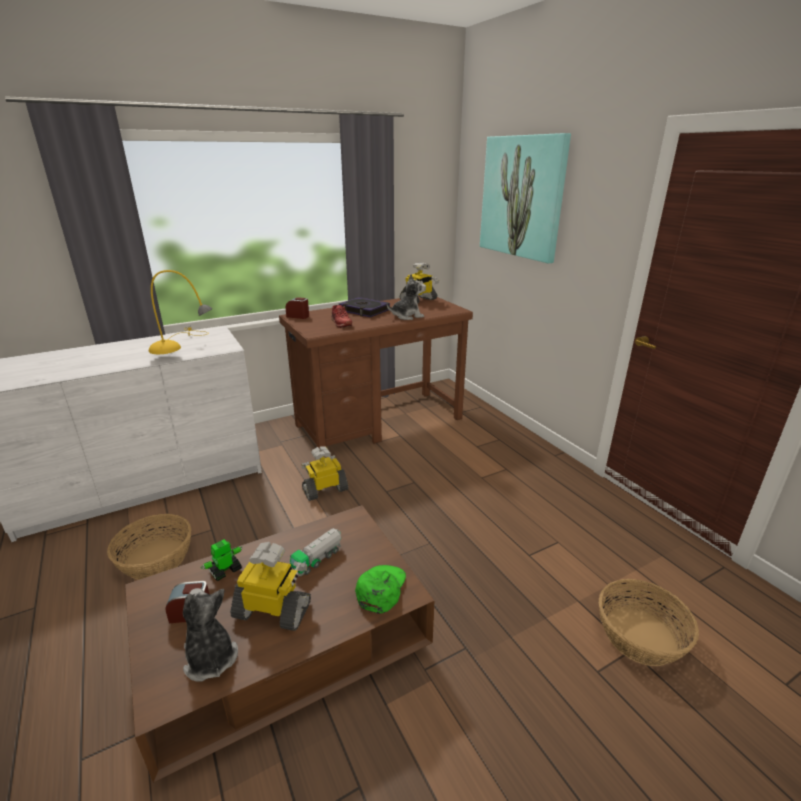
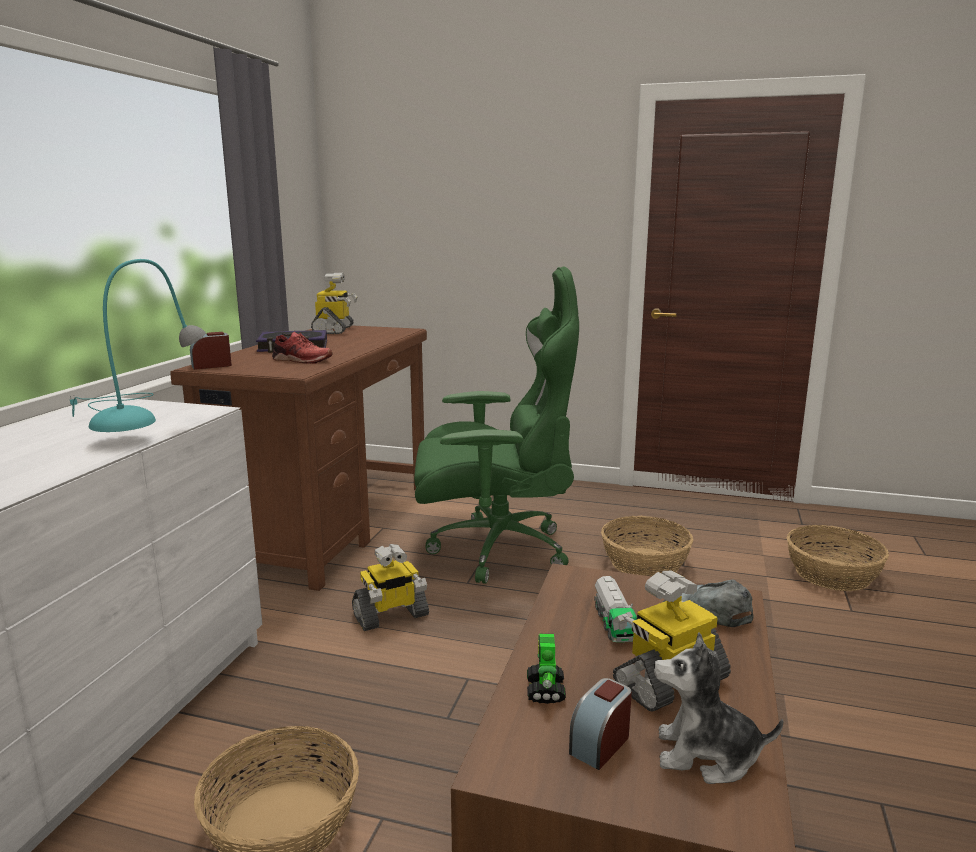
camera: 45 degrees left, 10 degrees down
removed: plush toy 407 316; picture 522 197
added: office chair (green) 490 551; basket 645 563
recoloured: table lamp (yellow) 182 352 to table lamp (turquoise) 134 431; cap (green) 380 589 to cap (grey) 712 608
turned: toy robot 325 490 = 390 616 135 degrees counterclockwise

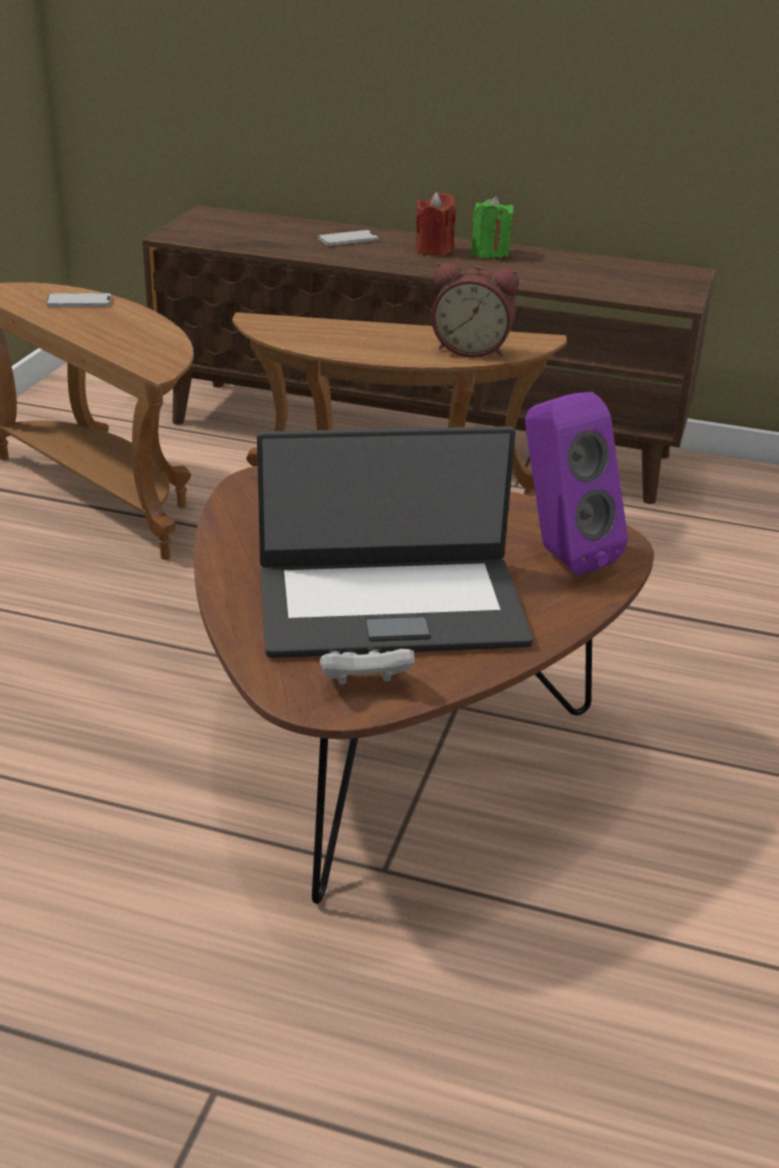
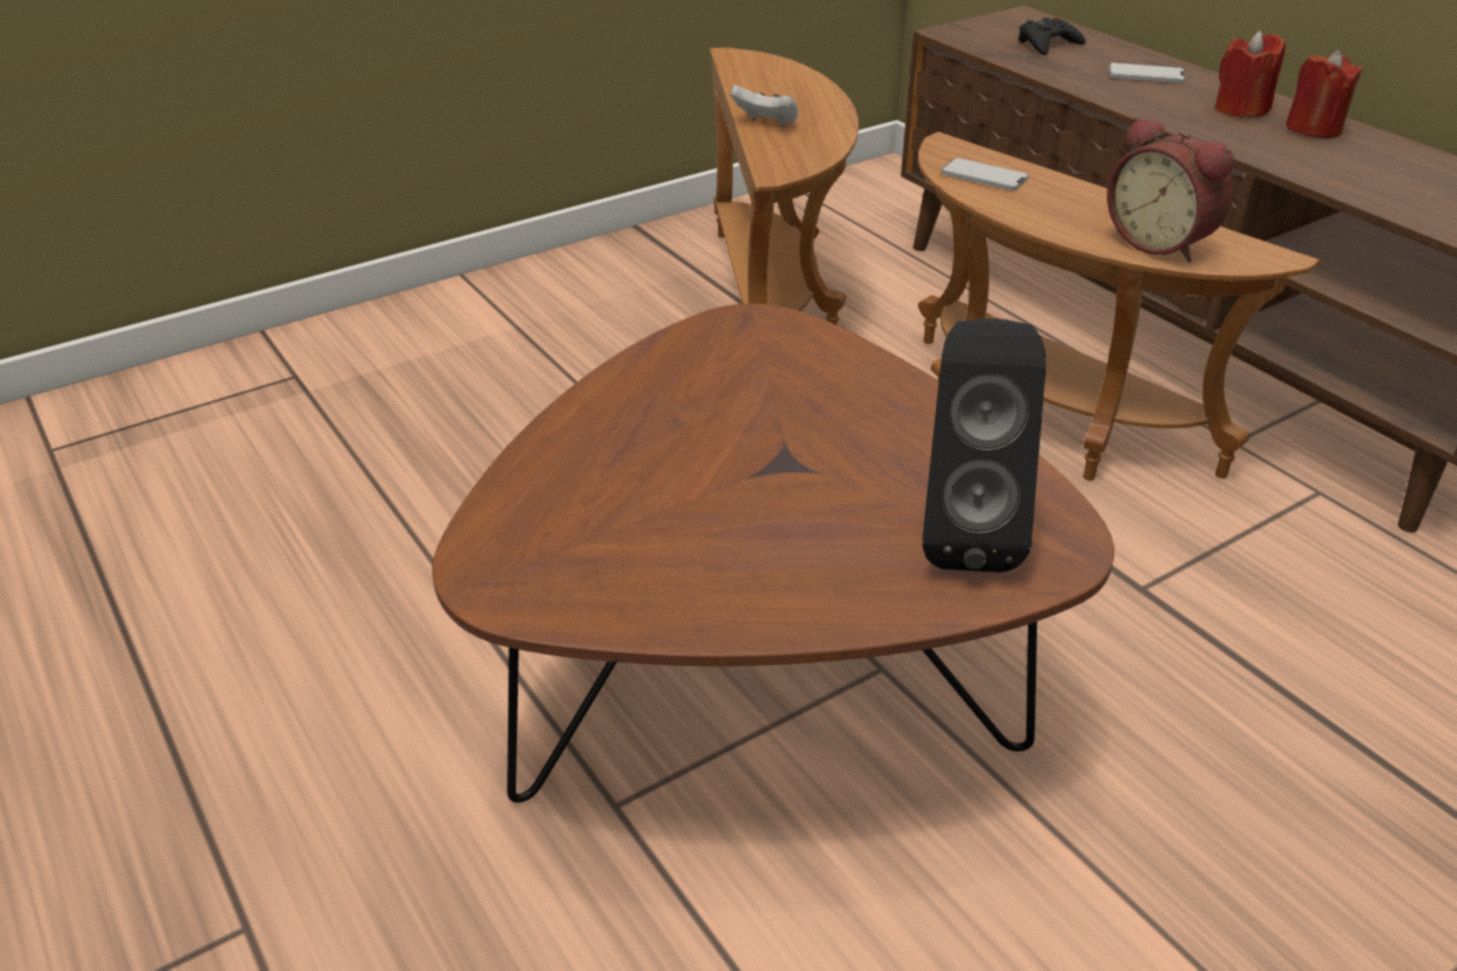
camera: 40 degrees right, 5 degrees up
removed: laptop 390 605
added: game controller (black) 1048 44
moved: phone 79 302 to 984 176; game controller (white) 364 684 to 766 123
recoloured: candle (green) 490 253 to candle (red) 1313 129; speaker (purple) 560 555 to speaker (black) 965 534

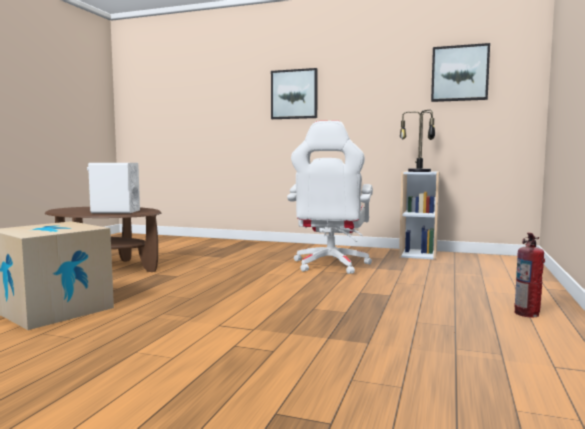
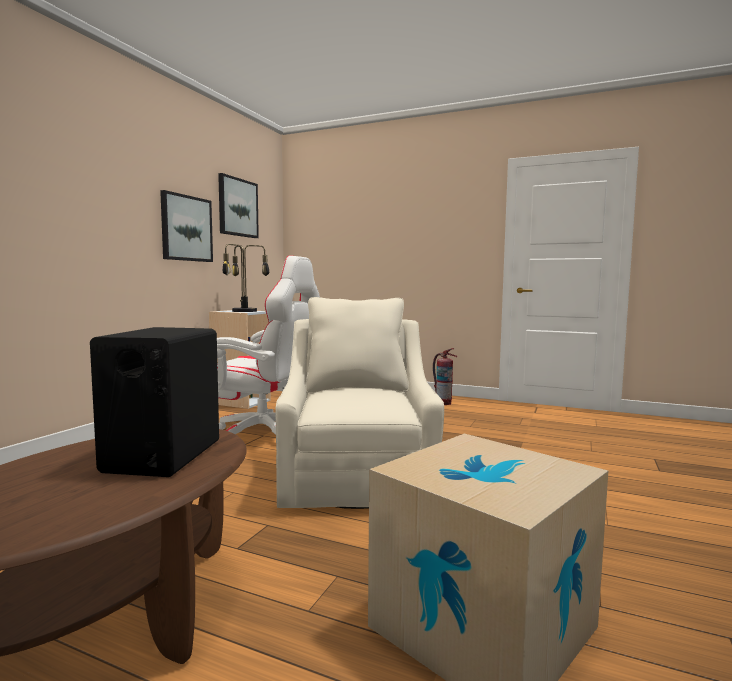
camera: 85 degrees left, 0 degrees up
added: armchair (beige) 357 476
moved: picture 294 94 to 186 228
recoloured: speaker (white) 115 211 to speaker (black) 163 456

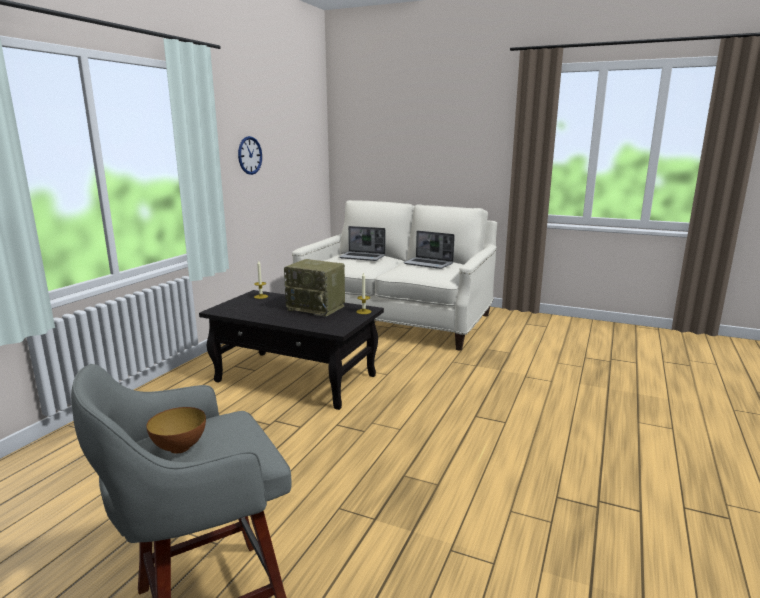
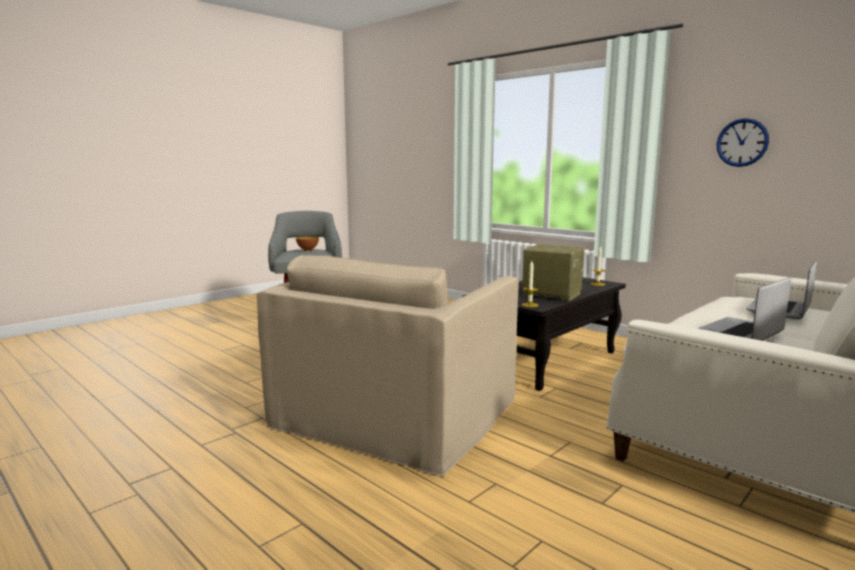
camera: 110 degrees right, 5 degrees down
added: armchair (beige) 396 411
turned: radio 317 308 = 550 294 75 degrees clockwise

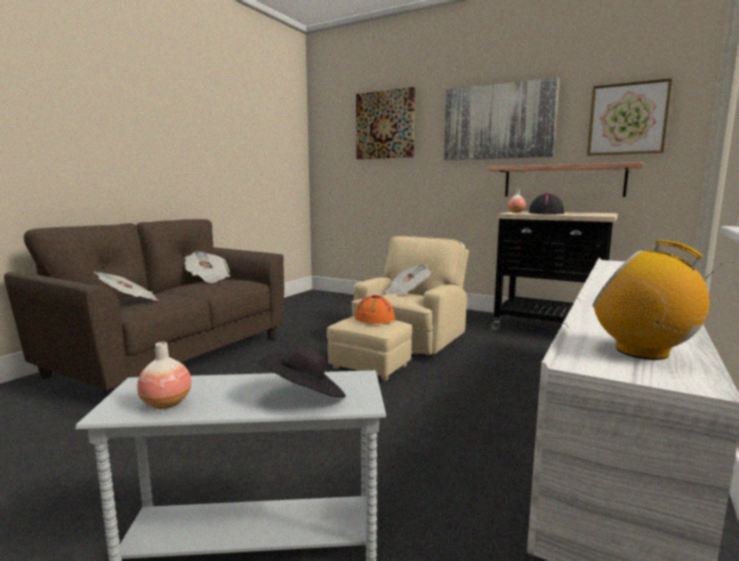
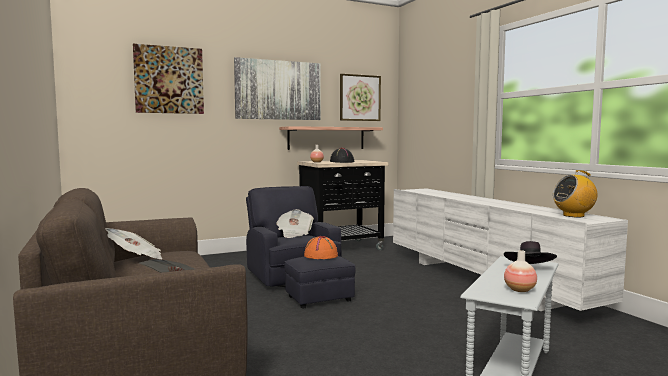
camera: 55 degrees left, 5 degrees down
recoloured: armchair (beige) 402 346 to armchair (black) 298 281

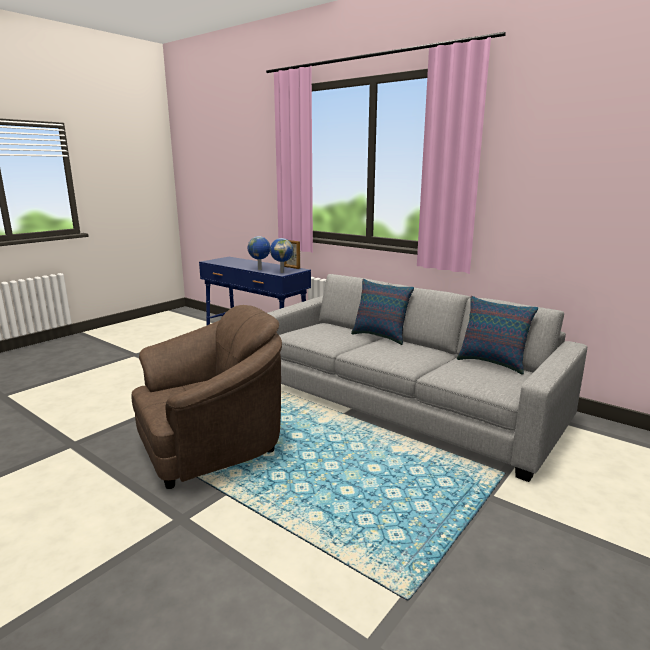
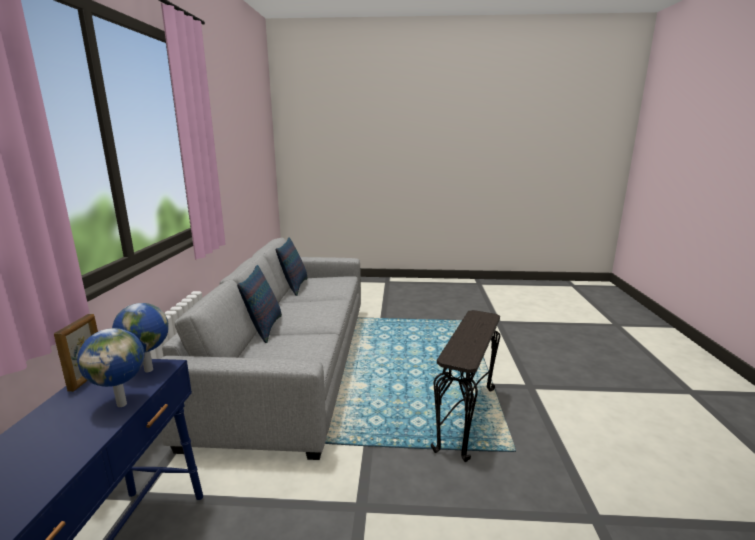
camera: 125 degrees left, 0 degrees up
replaced: armchair (brown) 211 448 to side table (black) 465 418

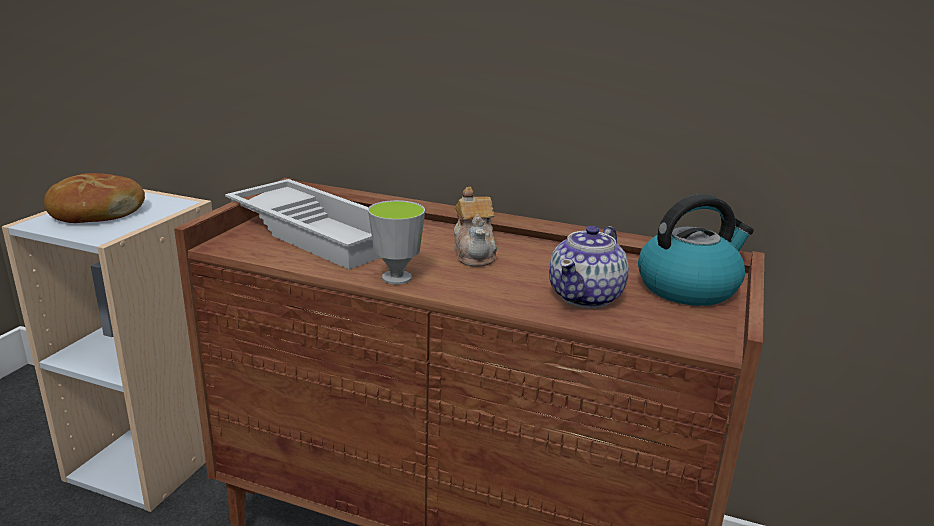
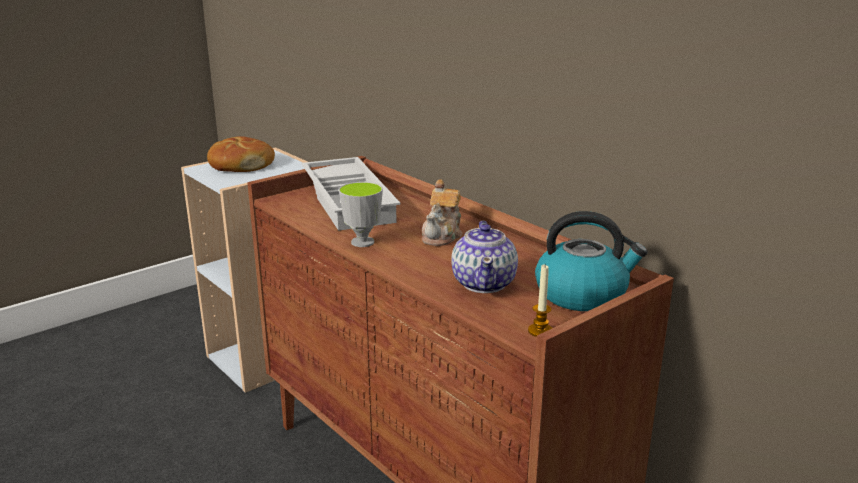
camera: 30 degrees right, 0 degrees up
added: candle 540 331
turned: teapot 586 296 = 484 283 60 degrees counterclockwise

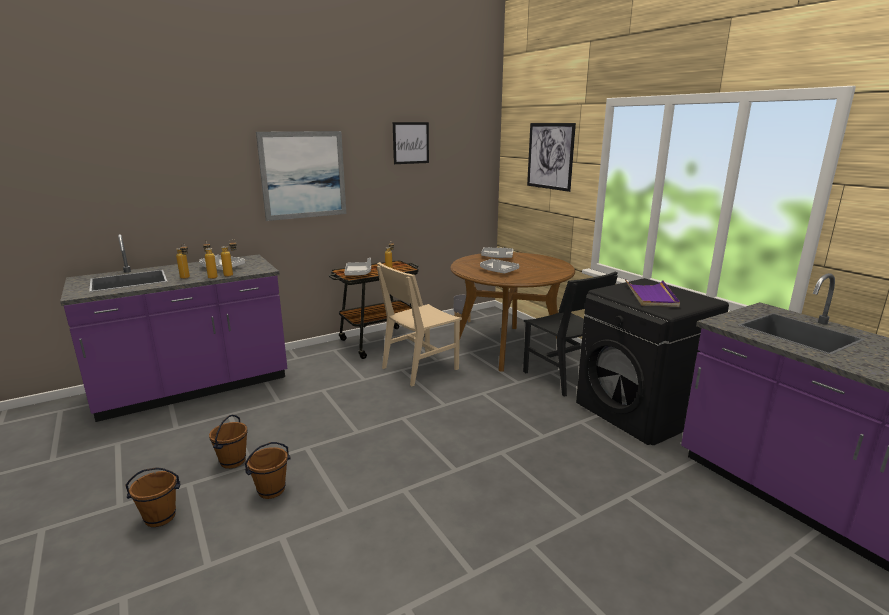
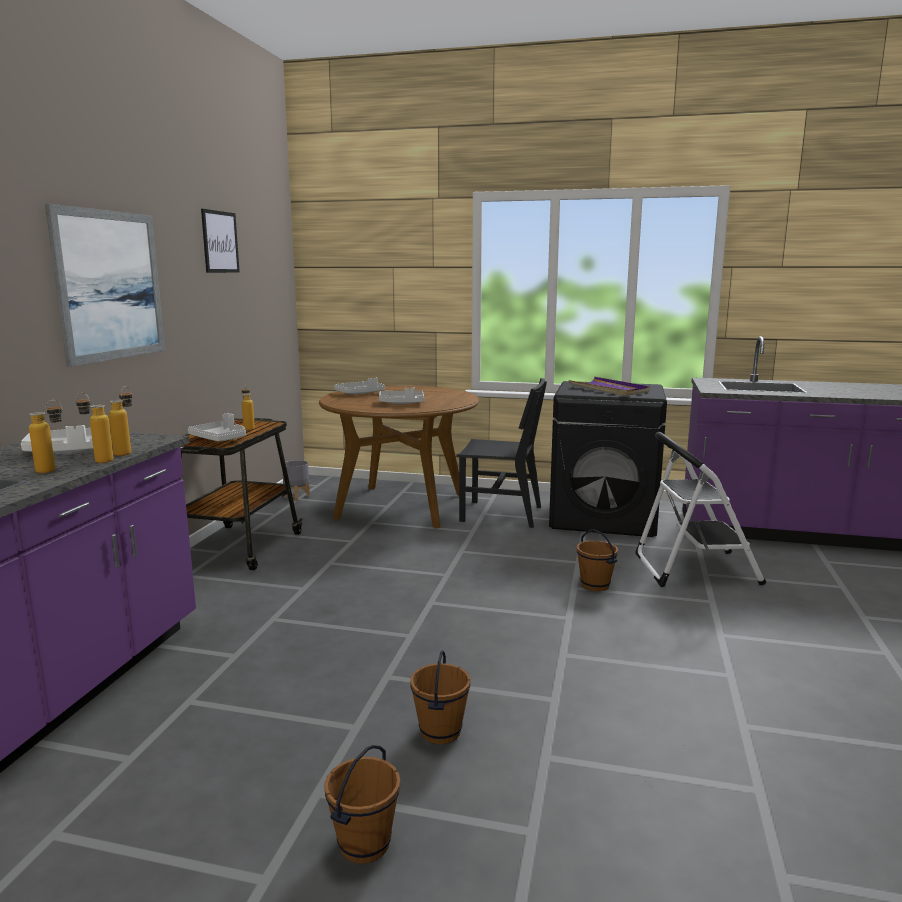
camera: 45 degrees left, 5 degrees down
removed: chair (beige) 420 368; picture 550 156
added: step ladder 692 568
moved: bucket (brown) 232 461 to 594 586

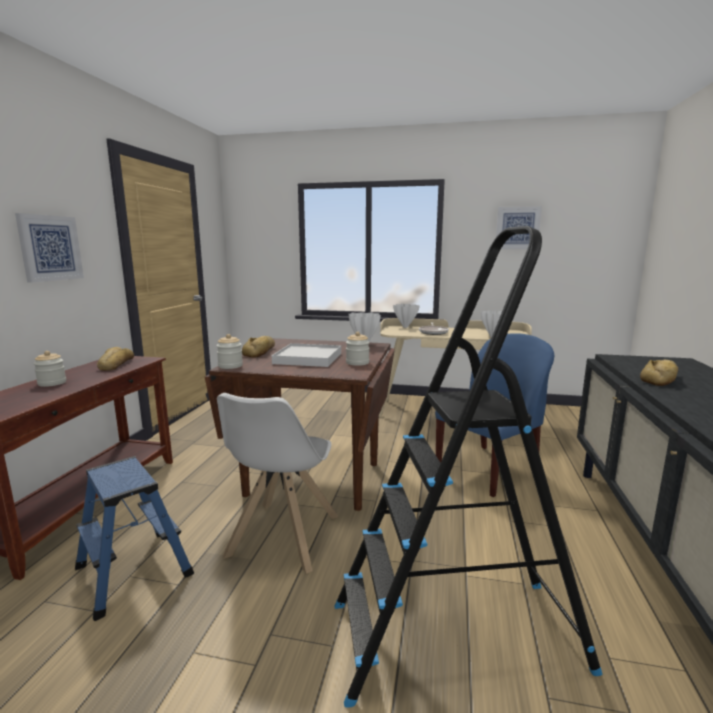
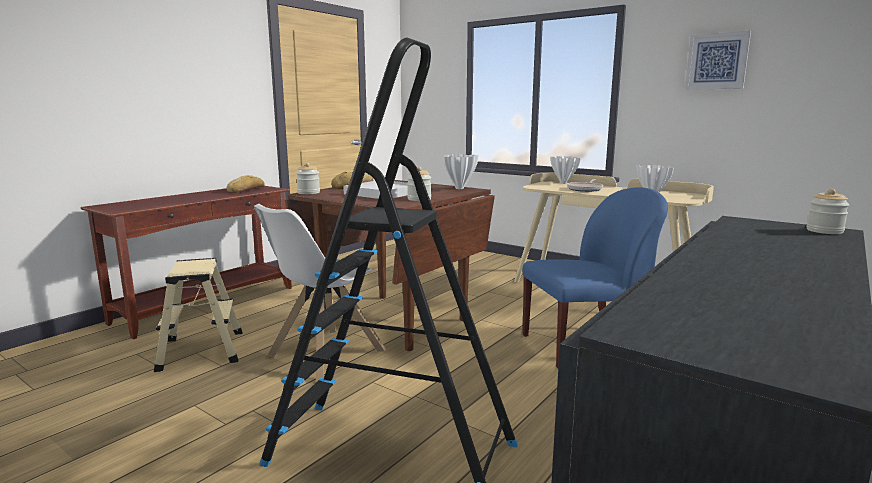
camera: 25 degrees right, 0 degrees up
removed: picture 50 248; bread 661 378
moved: jar 52 383 to 824 231
recoloured: step ladder (blue) 134 570 to step ladder (beige) 201 350

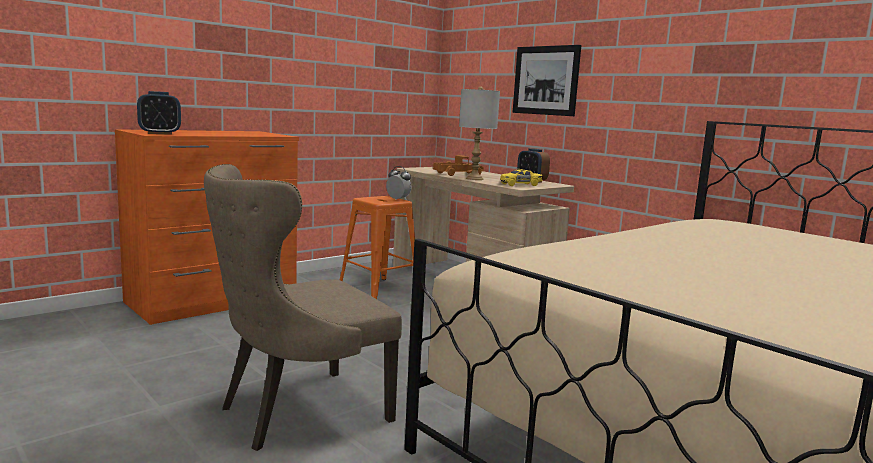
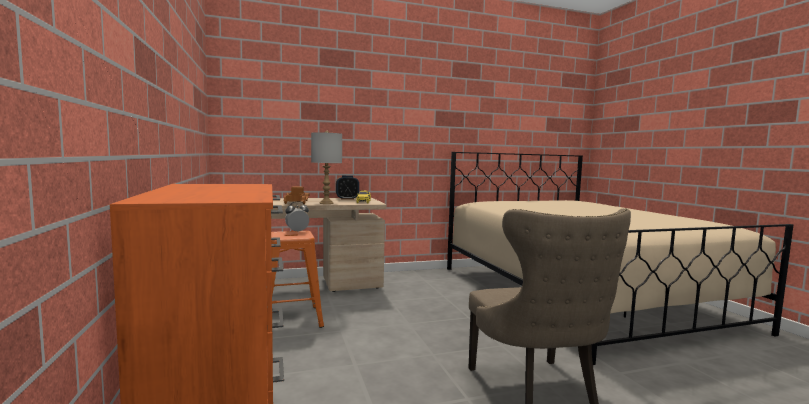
camera: 65 degrees left, 5 degrees down
removed: alarm clock 159 133; picture 545 80

